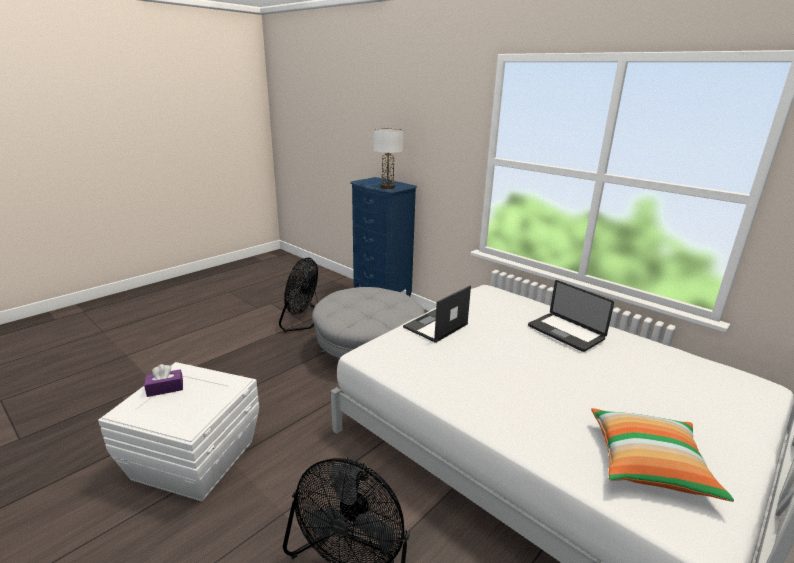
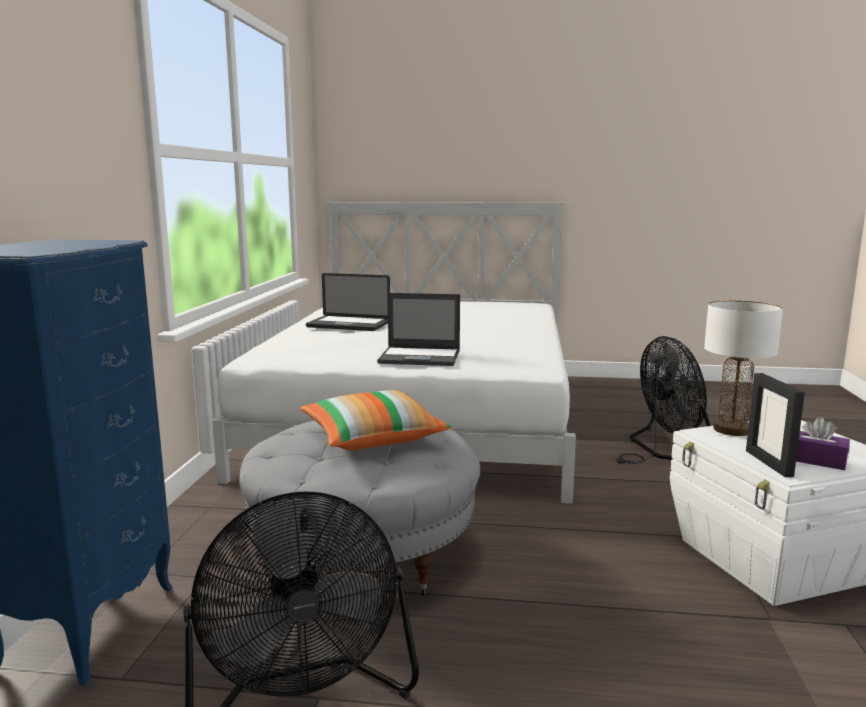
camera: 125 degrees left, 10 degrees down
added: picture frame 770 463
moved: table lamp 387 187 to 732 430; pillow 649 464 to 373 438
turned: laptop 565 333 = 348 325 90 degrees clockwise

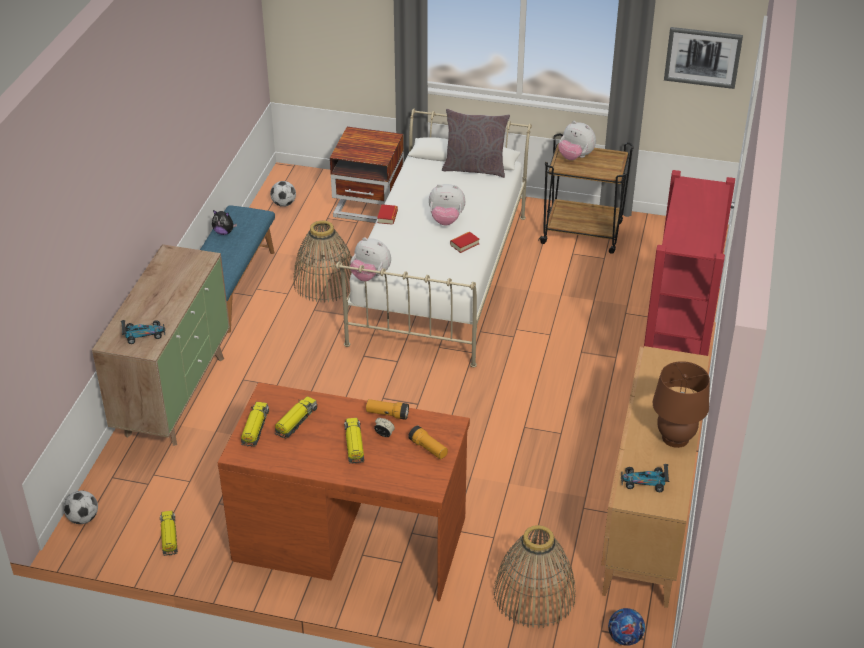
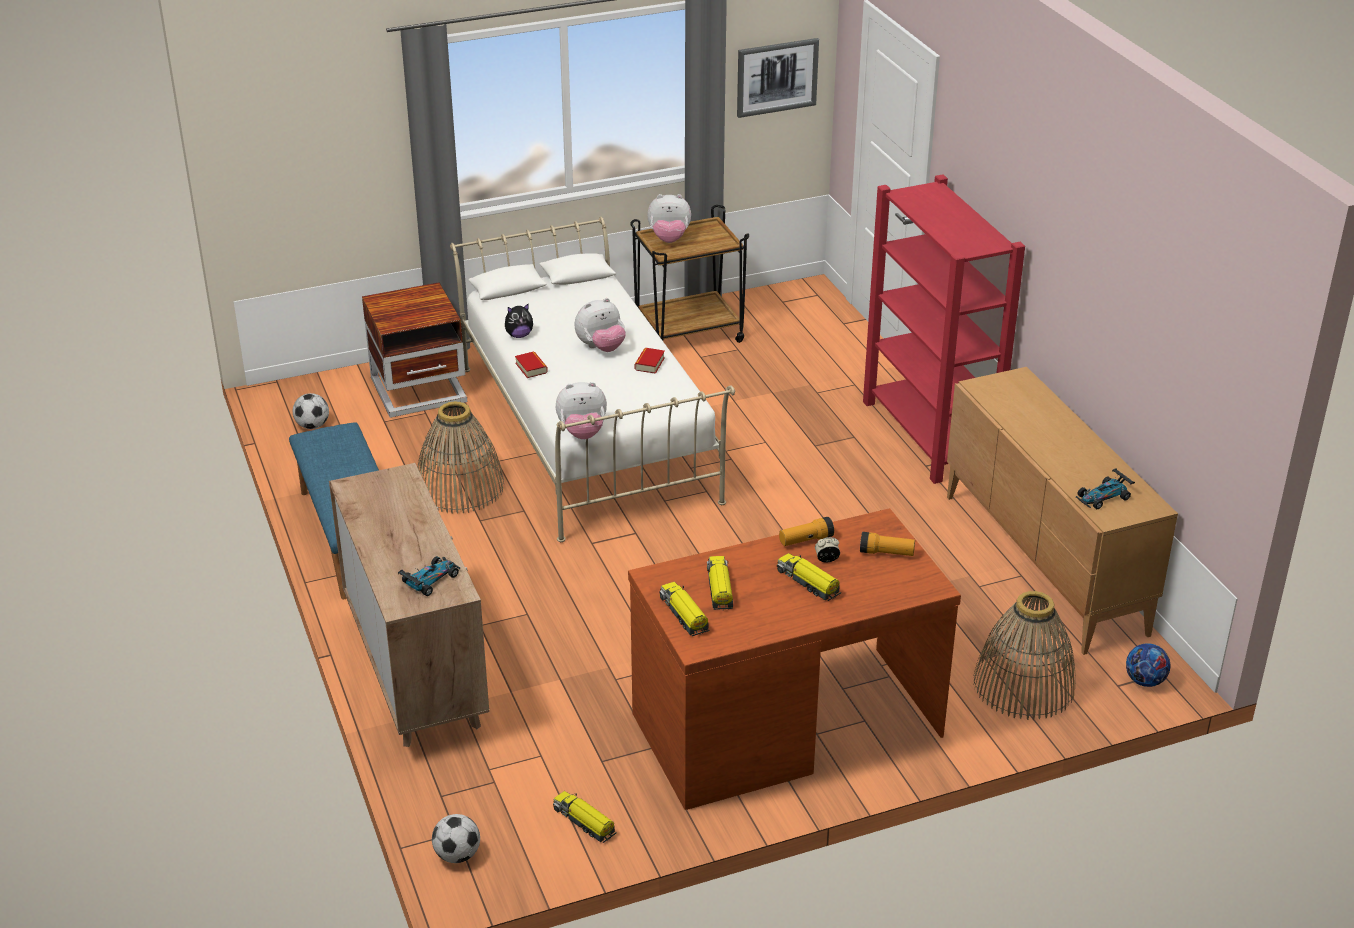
camera: 35 degrees left, 5 degrees down
removed: pillow (grey) 474 168; table lamp (brown) 675 438
moved: plush toy 224 232 to 519 335

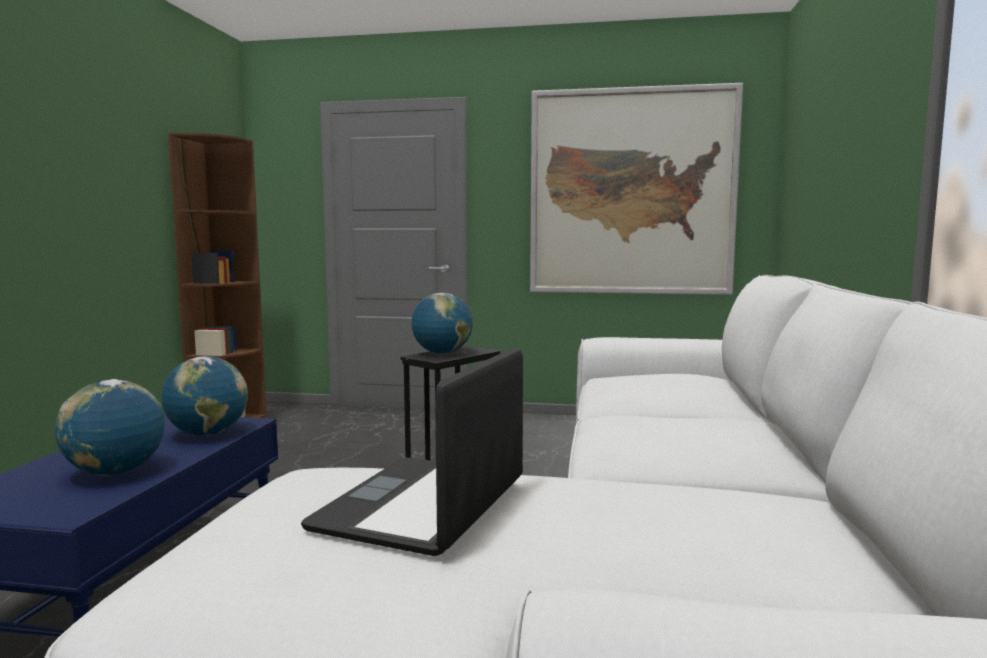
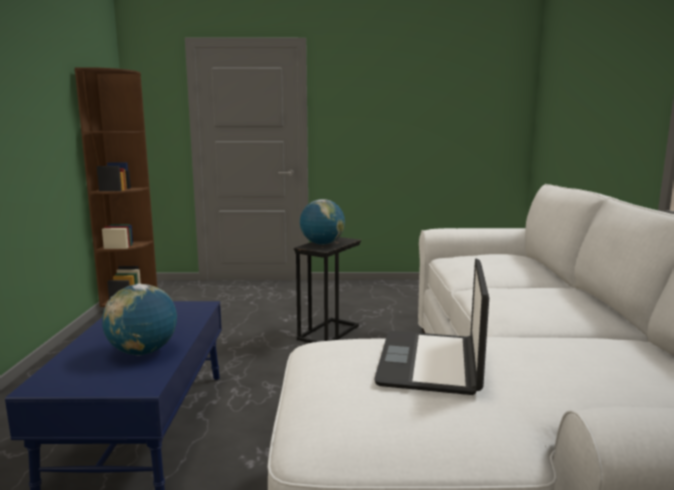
camera: 10 degrees left, 5 degrees up
removed: globe 207 434; picture 631 193

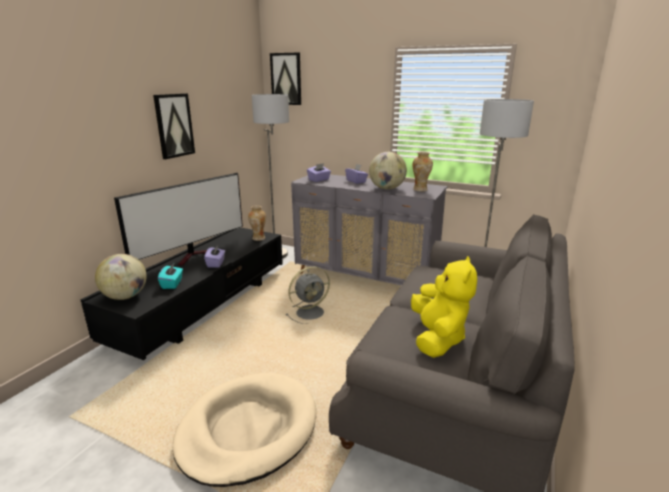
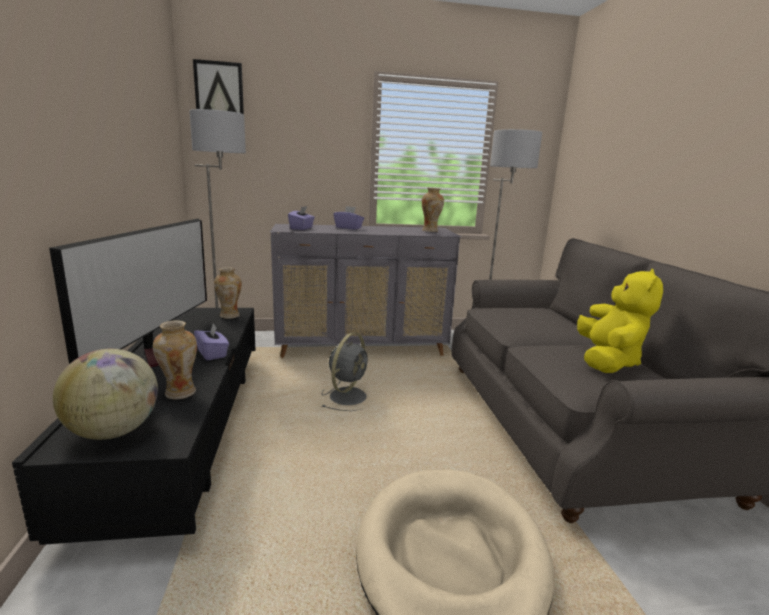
camera: 35 degrees left, 5 degrees down
removed: picture 174 125; globe 387 188
replaced: tissue box (turquoise) 172 284 to vase 179 393
turned: plush toy (yellow) 437 338 = 607 361 45 degrees clockwise

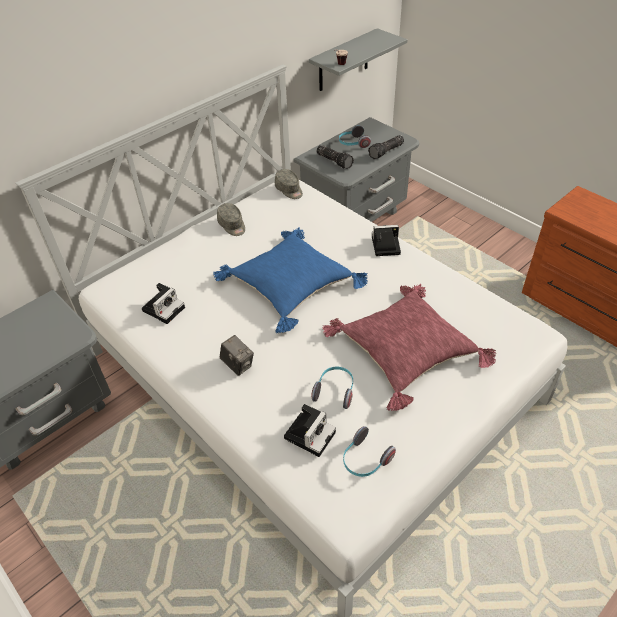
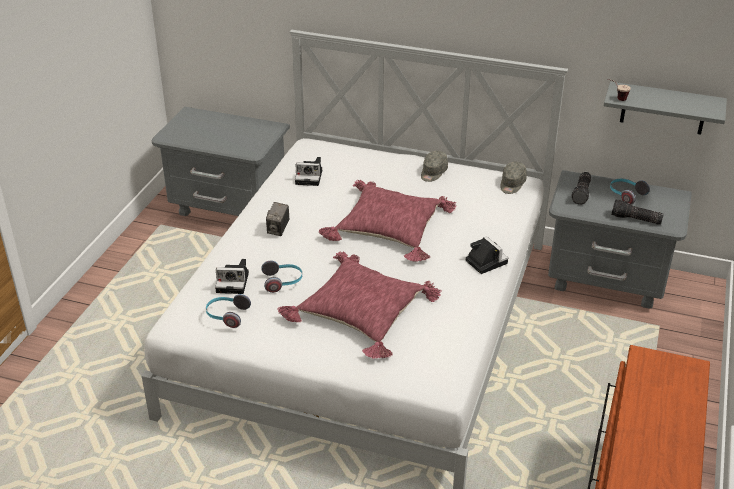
camera: 60 degrees right, 10 degrees down
recoloured: pillow (blue) 290 282 to pillow (red) 389 225

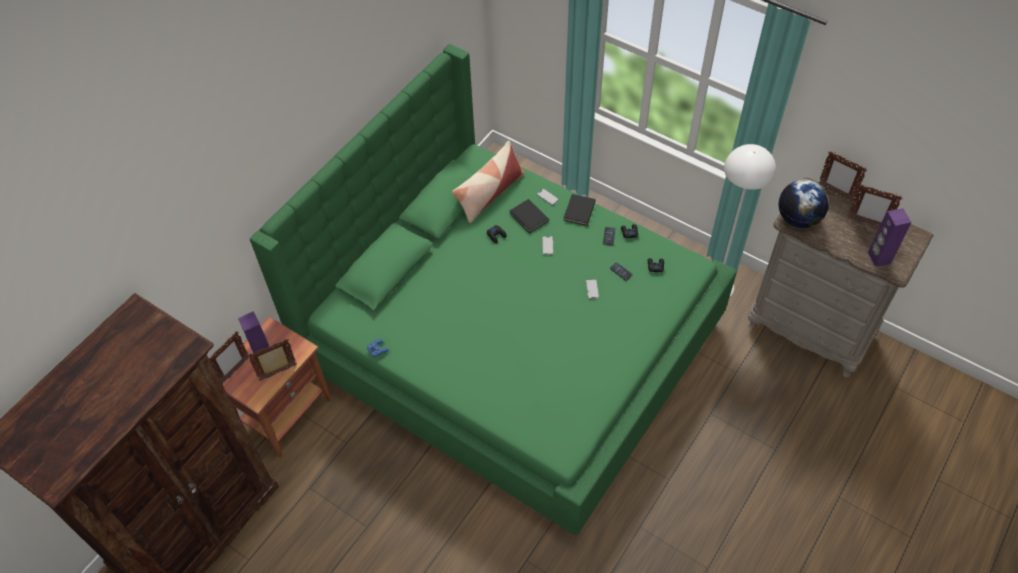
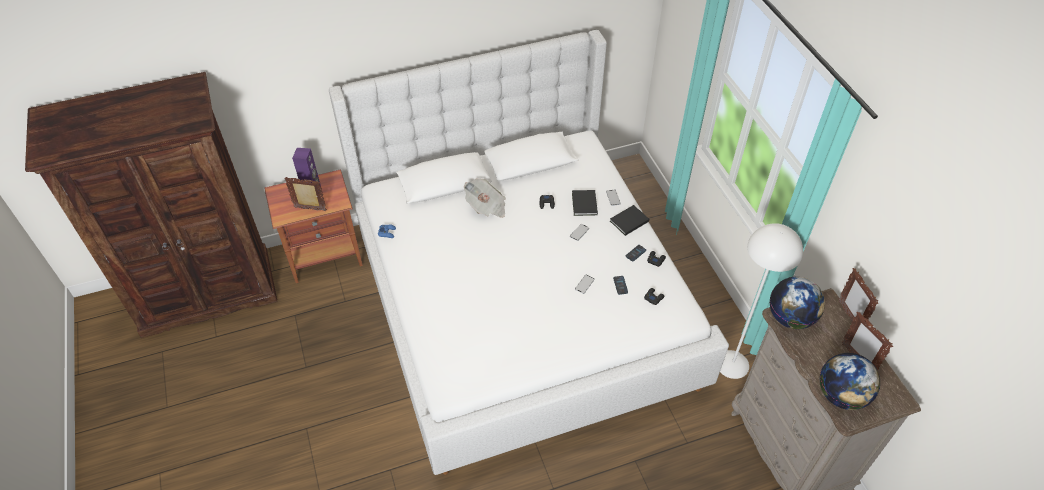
camera: 35 degrees right, 5 degrees down
removed: picture frame 234 371; pillow 489 194
added: newspaper 486 207
replaced: speaker (purple) 878 258 to globe 841 395
recoloured: bed (green) 511 342 to bed (white) 522 304

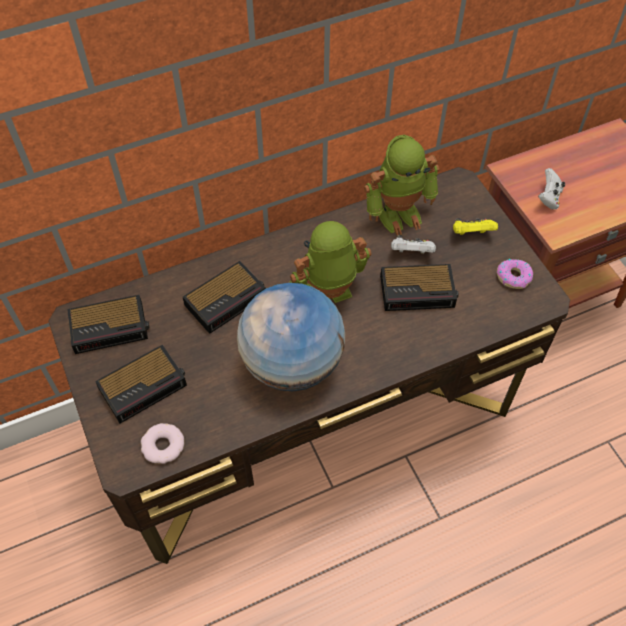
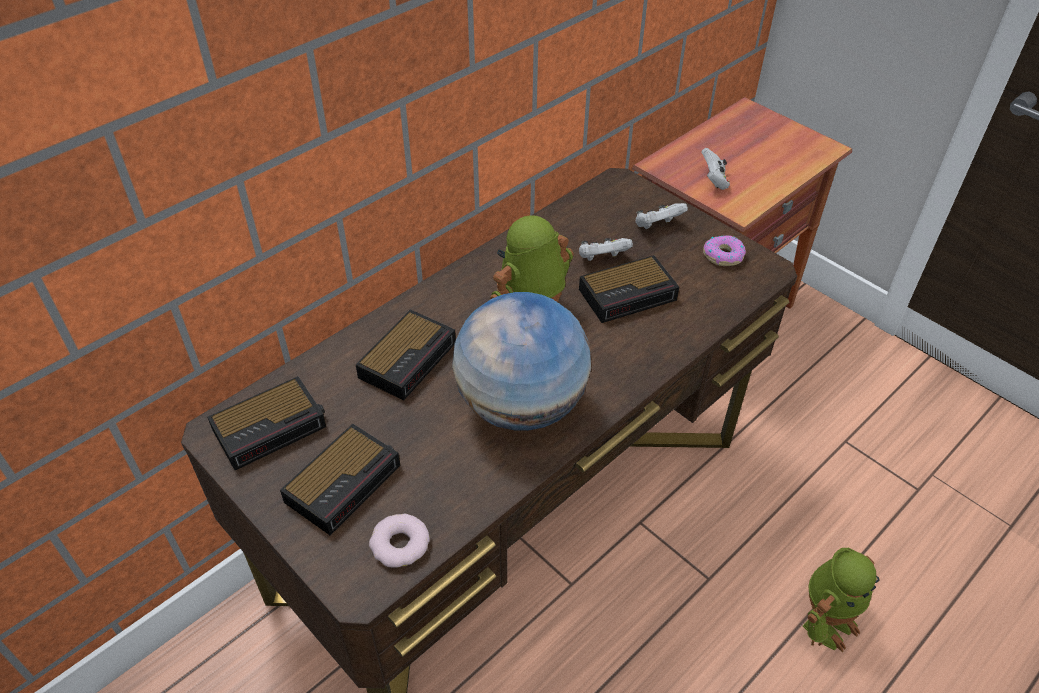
camera: 20 degrees left, 10 degrees down
moved: toy robot 398 213 to 826 620
recoloured: game controller (yellow) 471 234 to game controller (white) 657 226

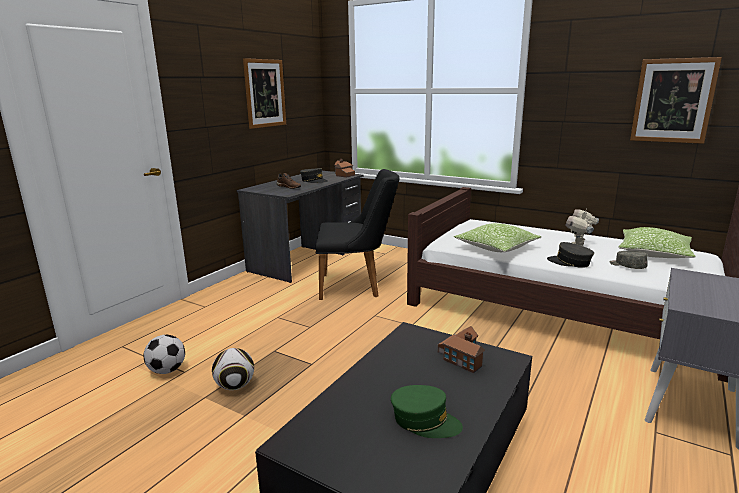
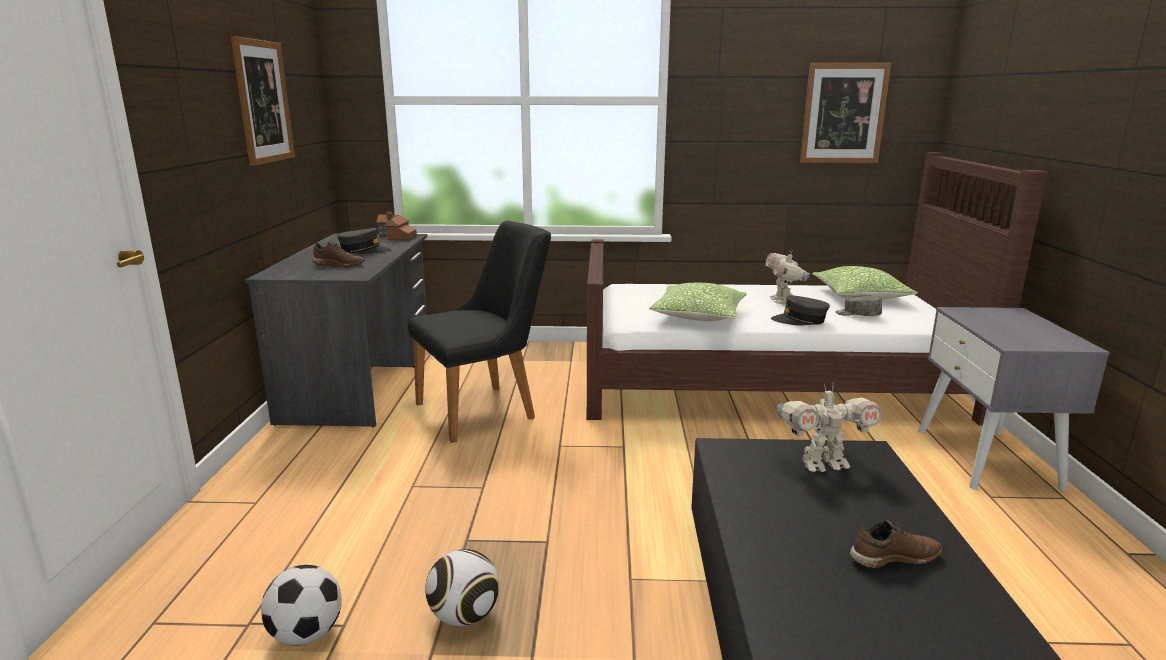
camera: 30 degrees left, 0 degrees up
replaced: cap (green) 424 421 to shoe (brown) 893 557; toy house 461 357 to toy robot 822 464

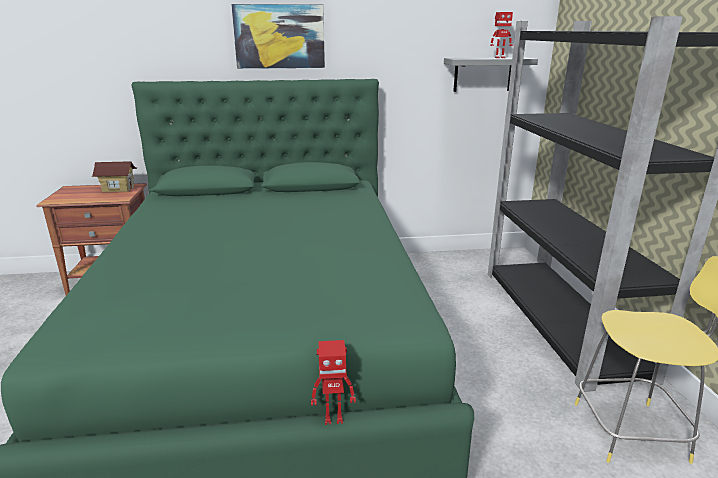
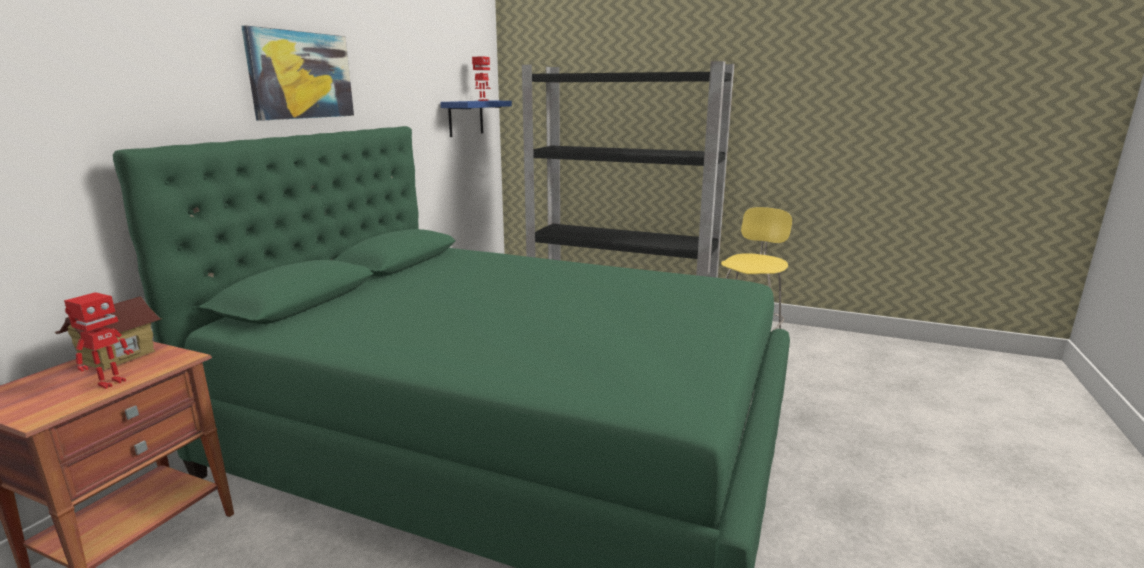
camera: 60 degrees left, 5 degrees down
moved: toy robot 333 418 to 110 383
recoloured: shelf (grey) 483 74 to shelf (blue) 465 118

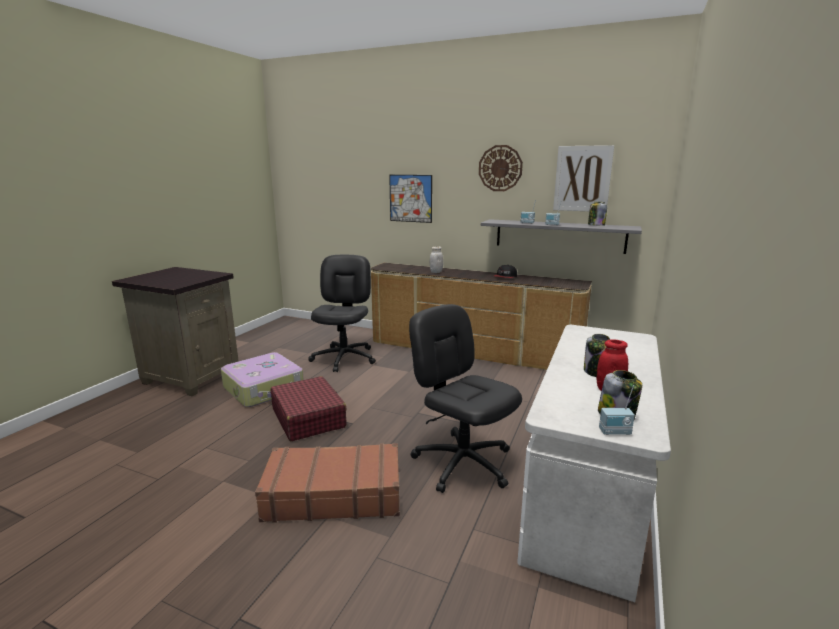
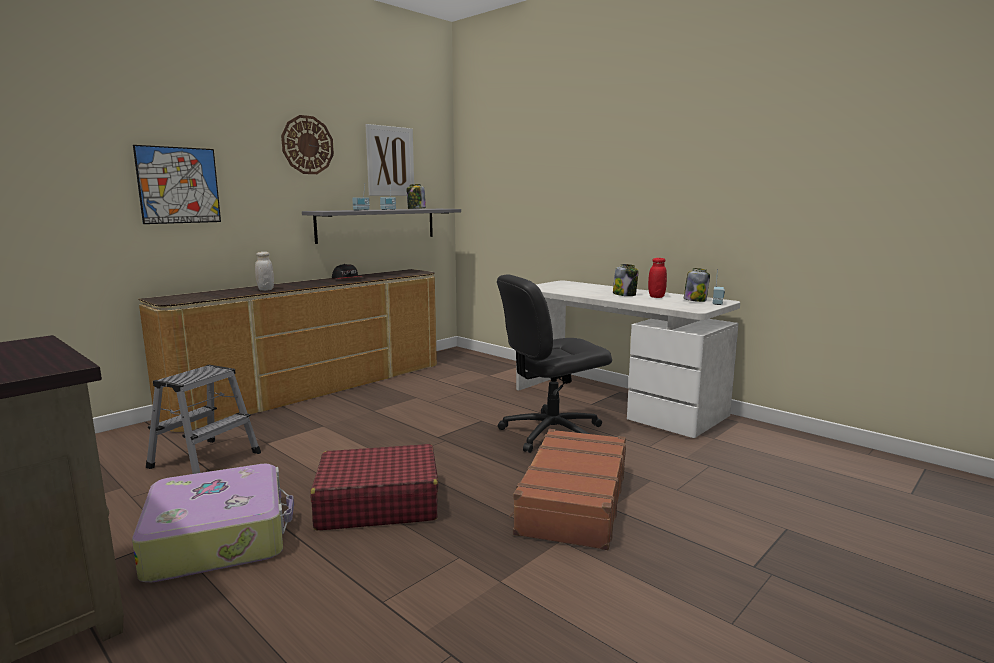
camera: 70 degrees left, 5 degrees down
replaced: office chair (black) 344 358 to step ladder (grey) 205 459

